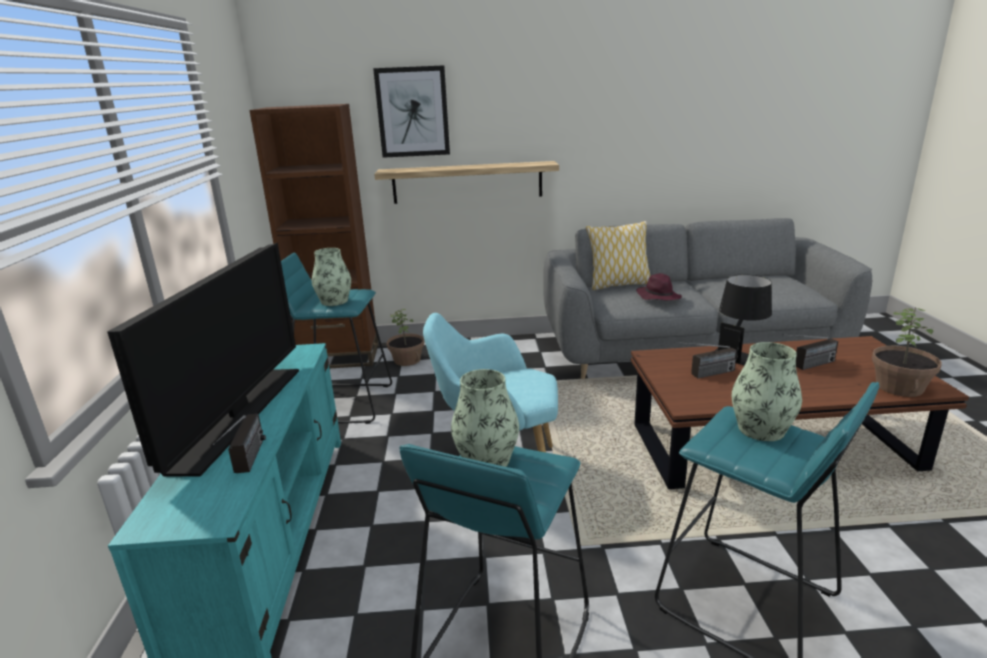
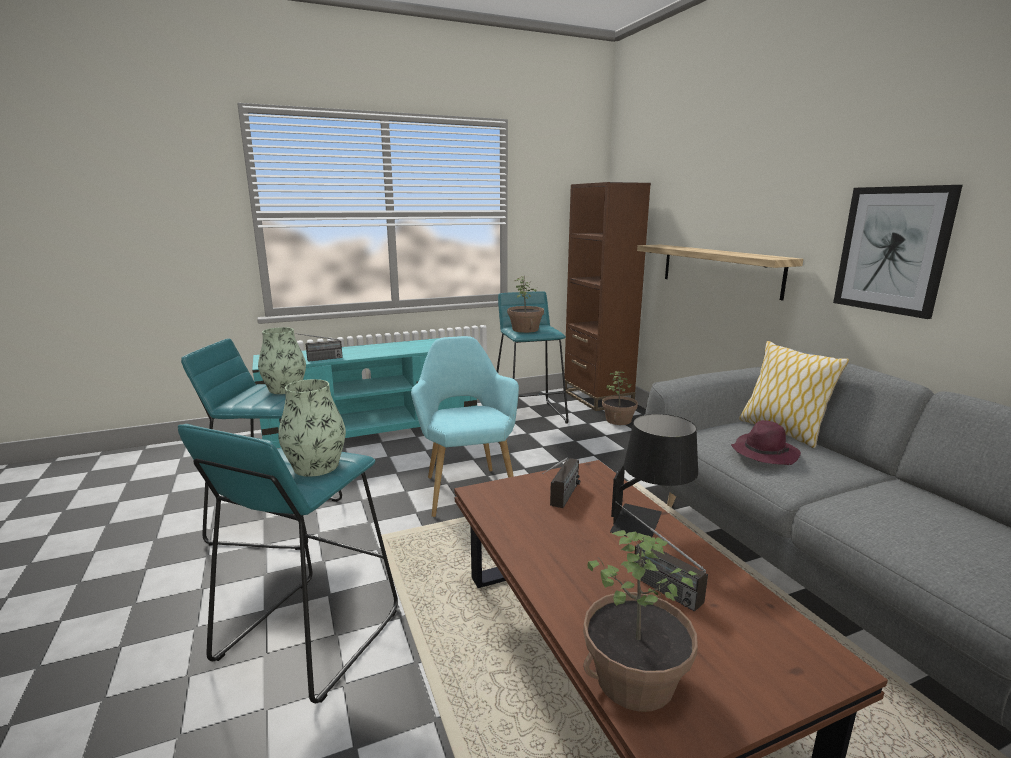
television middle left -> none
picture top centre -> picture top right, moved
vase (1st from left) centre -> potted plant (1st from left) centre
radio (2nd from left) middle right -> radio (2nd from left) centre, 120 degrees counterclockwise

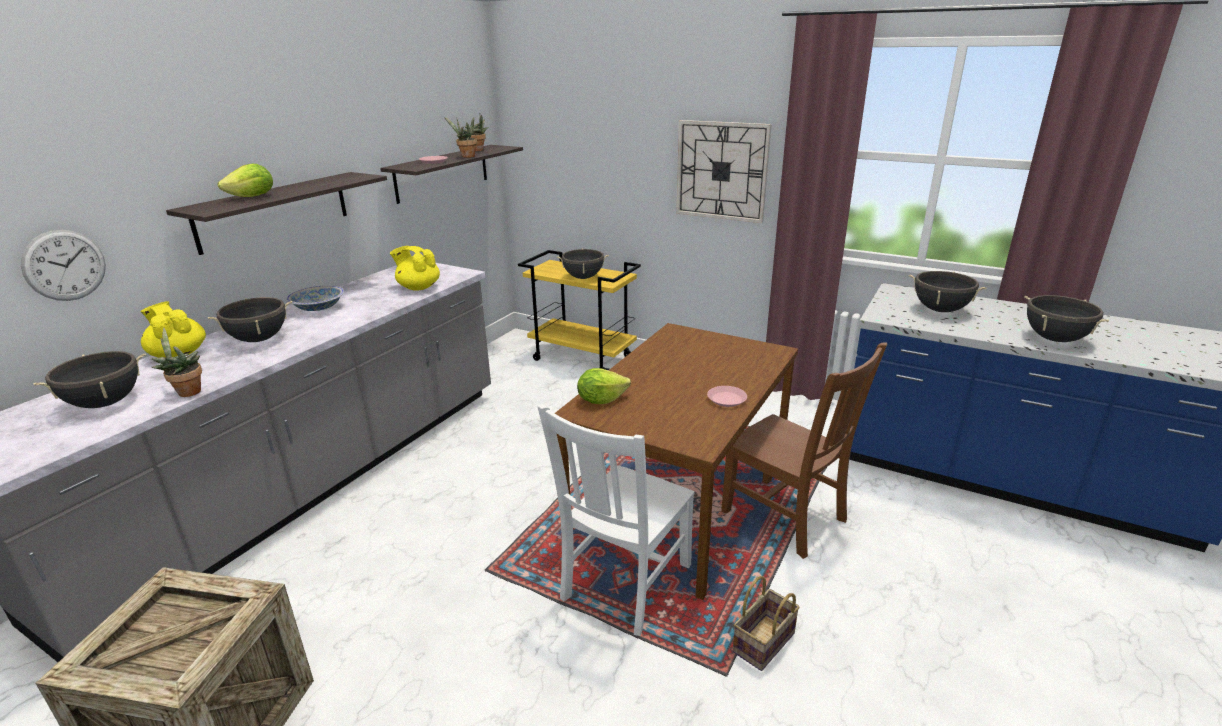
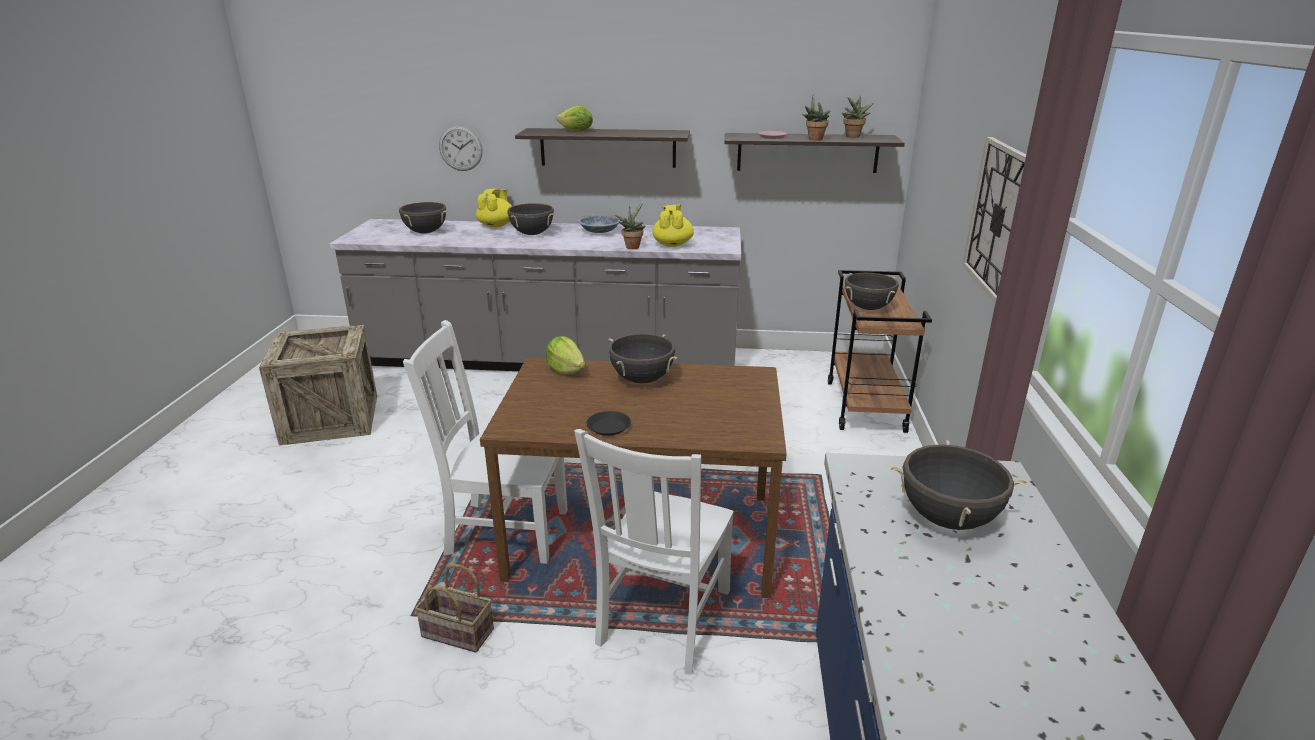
potted plant (1st from left) middle left -> potted plant (1st from left) top centre, moved
cooking pot (black) (5th from left in the first image) middle right -> cooking pot (black) (3rd from left) centre, moved
cart (yellow) centre -> cart (brown) middle right
plate (pink) (2nd from left) centre -> plate (black) centre
chair (brown) centre -> chair (white) (2nd from left) bottom centre

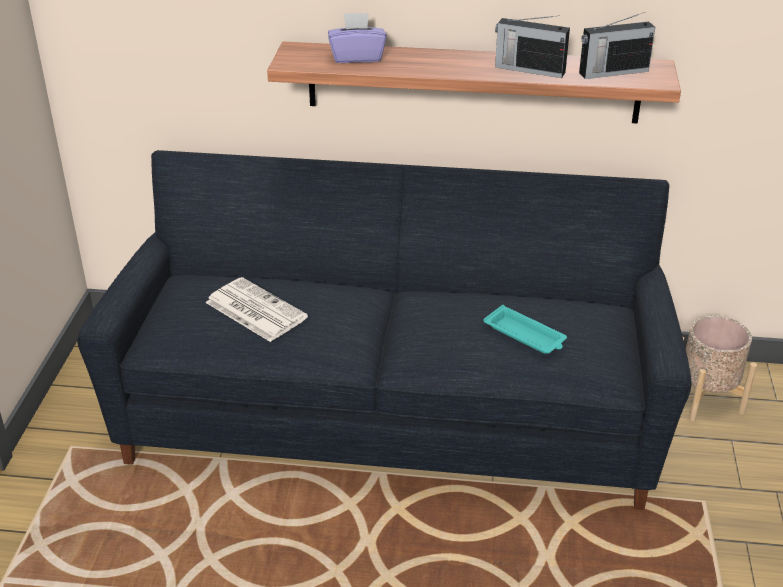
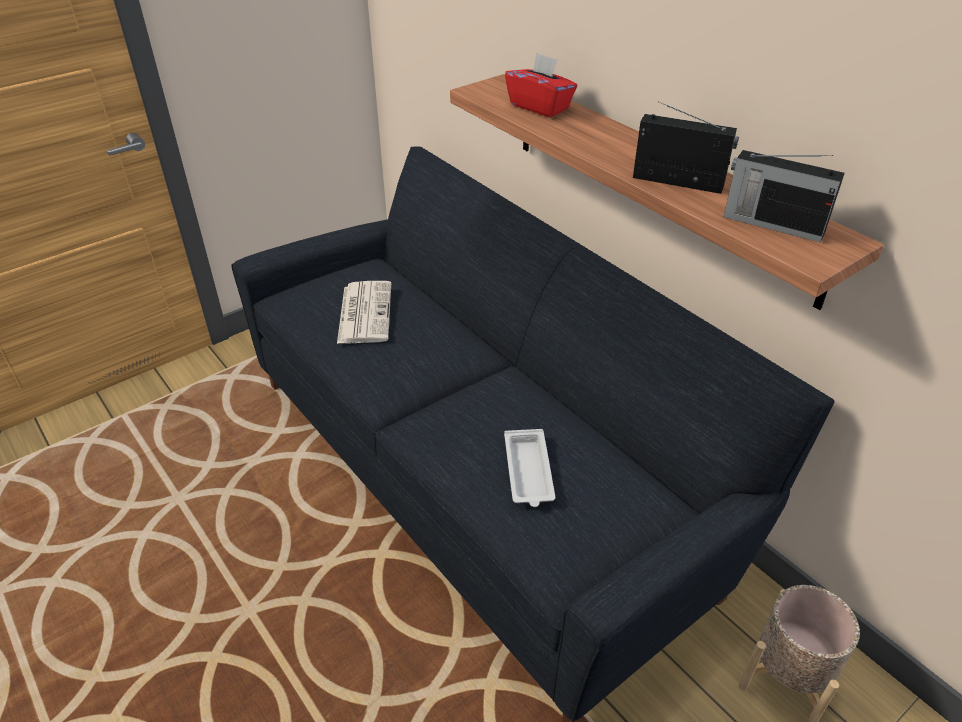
tissue box (purple) top centre -> tissue box (red) top centre
tray (turquoise) middle right -> tray (white) centre
radio (1st from left) top right, 135 degrees clockwise

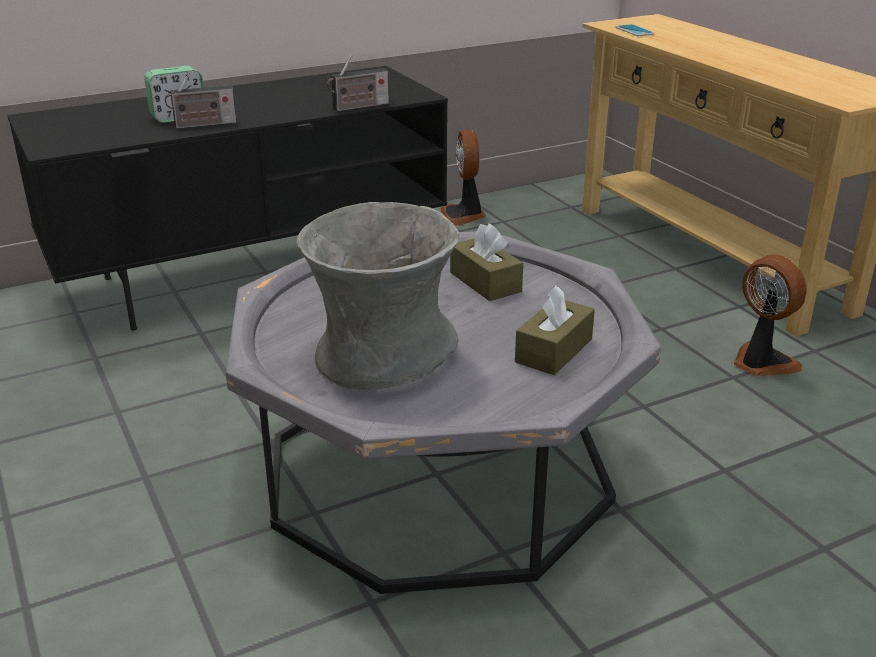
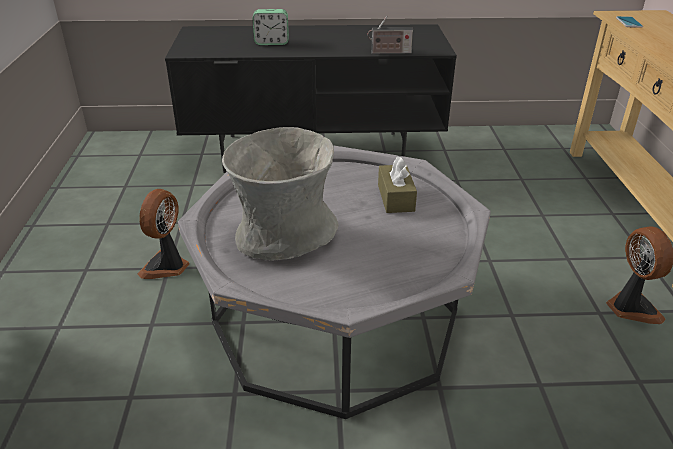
radio (1st from left) top left -> none
tissue box (brown) (2nd from left) centre -> none
fan (1st from left) top centre -> fan (1st from left) middle left, moved

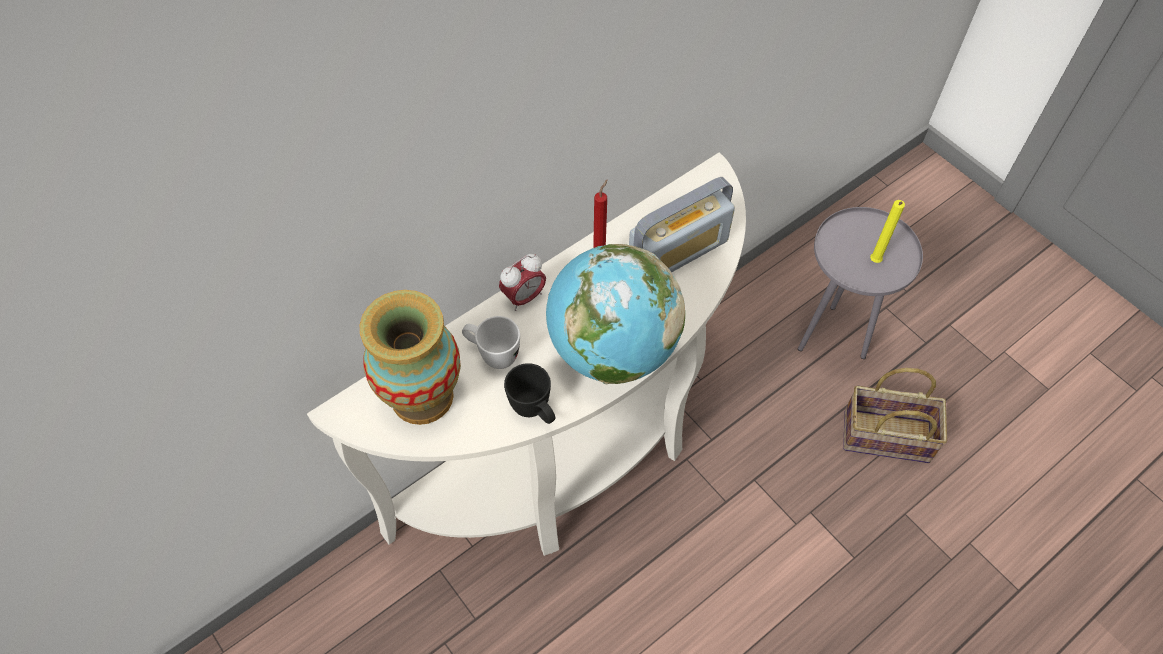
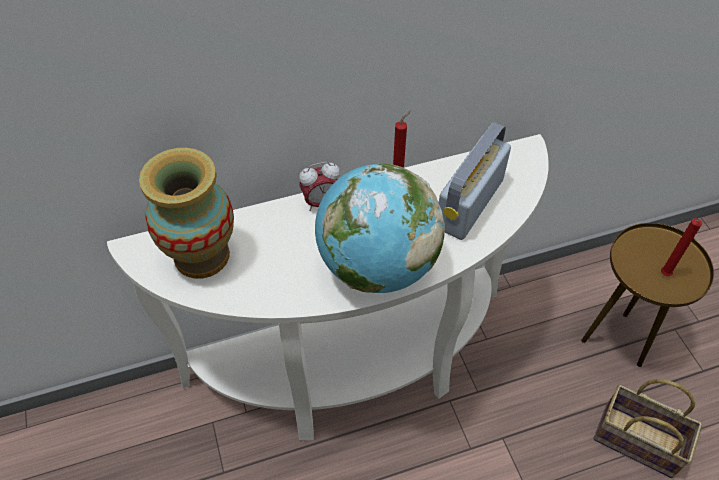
mug (white) centre -> none
mug (black) centre -> none
side table (grey) middle right -> side table (brown) middle right
candle (yellow) middle right -> candle (red) (2nd from left) middle right
radio centre, 135 degrees clockwise

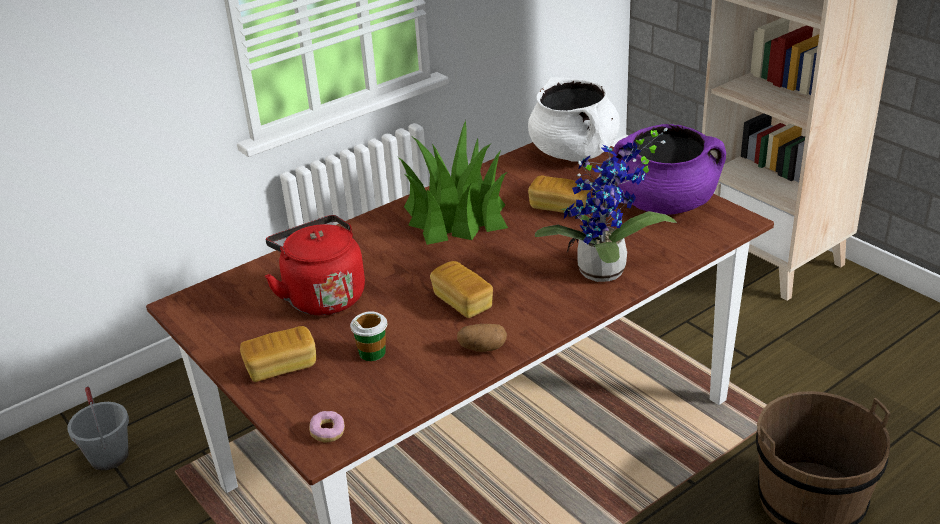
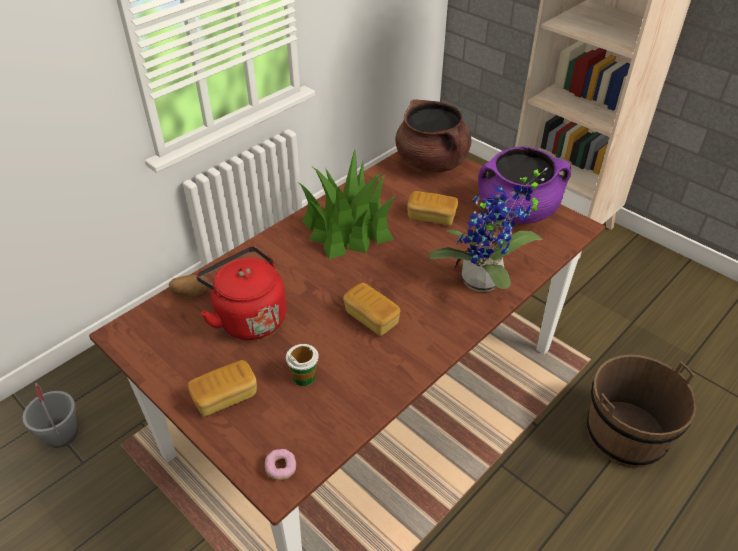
potato centre -> potato middle left, moved
cooking pot (white) top centre -> cooking pot (brown) top centre

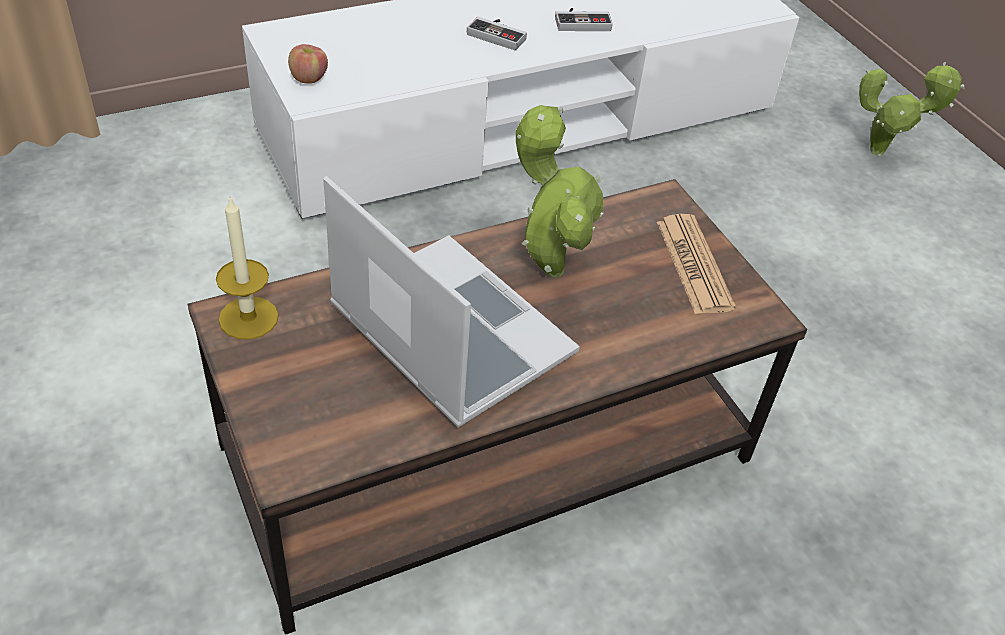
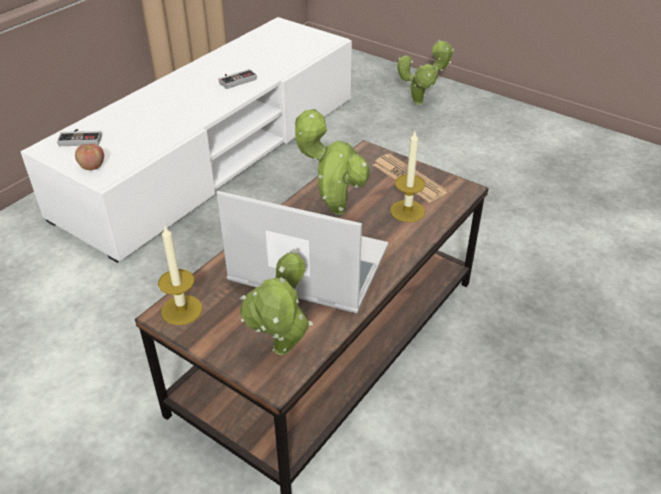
none -> potted plant (1st from left) centre
none -> candle (2nd from left) centre
game controller (1st from left) top centre -> game controller (1st from left) top left, moved

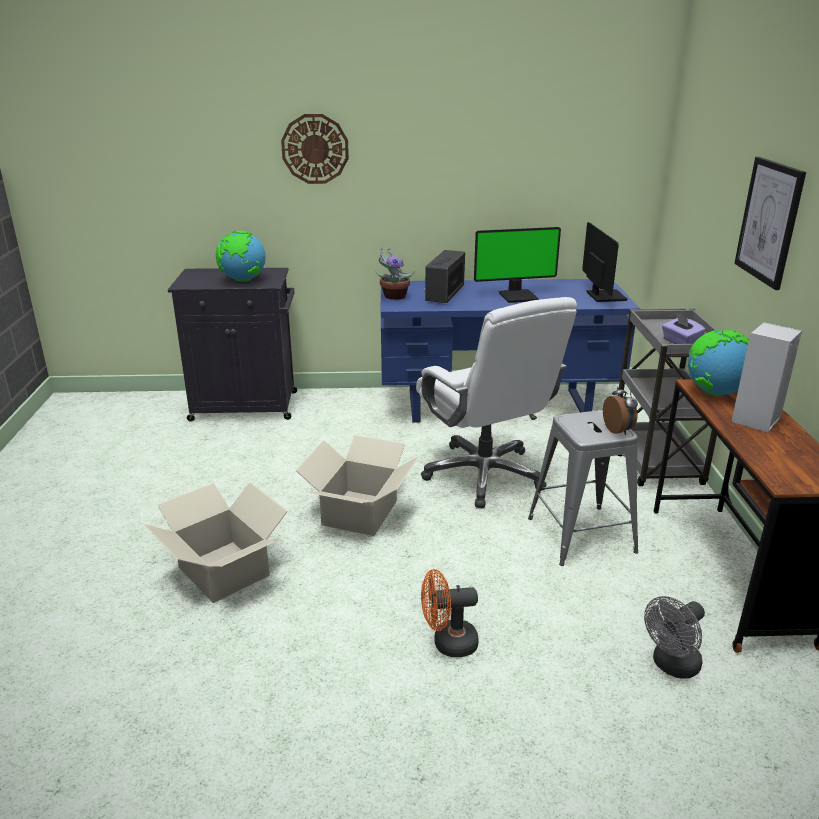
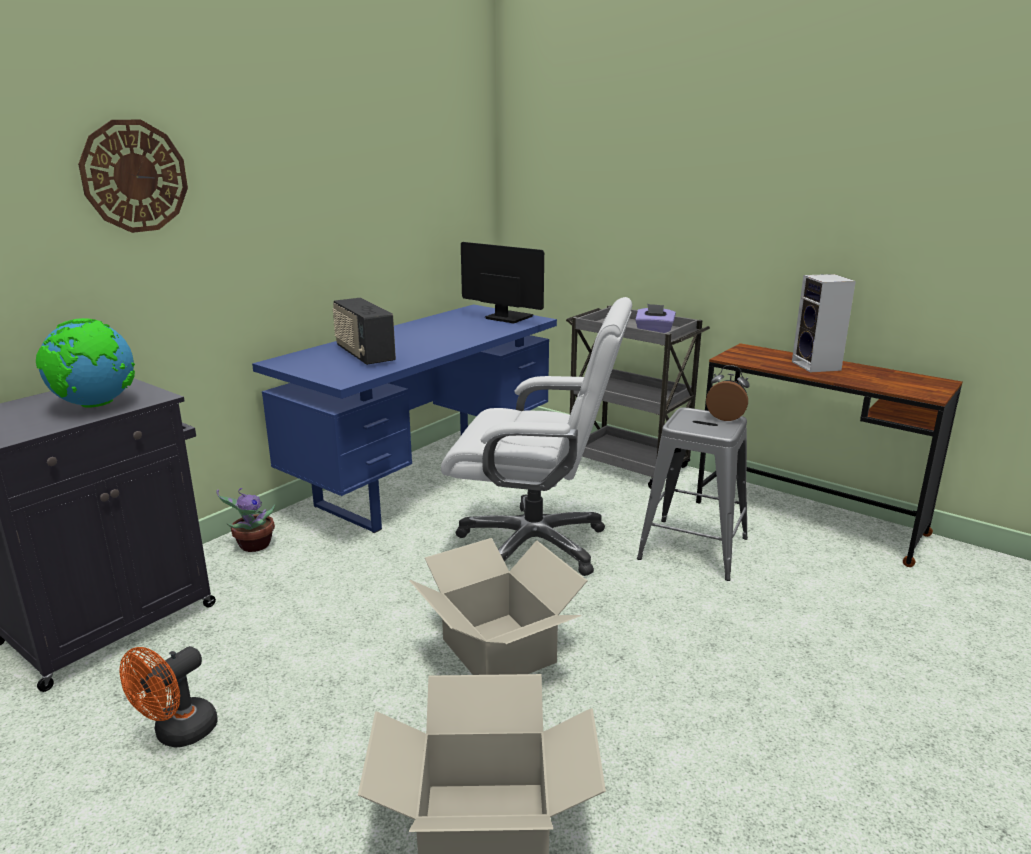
monitor (1st from left) top centre -> none
fan (grey) bottom right -> none
globe (2nd from left) middle right -> none
picture top right -> none
potted plant centre -> potted plant middle left, moved
fan (orange) bottom centre -> fan (orange) bottom left, moved

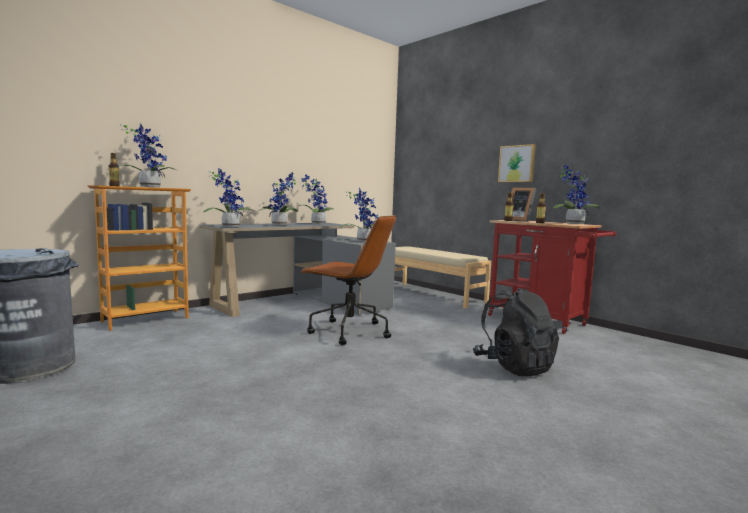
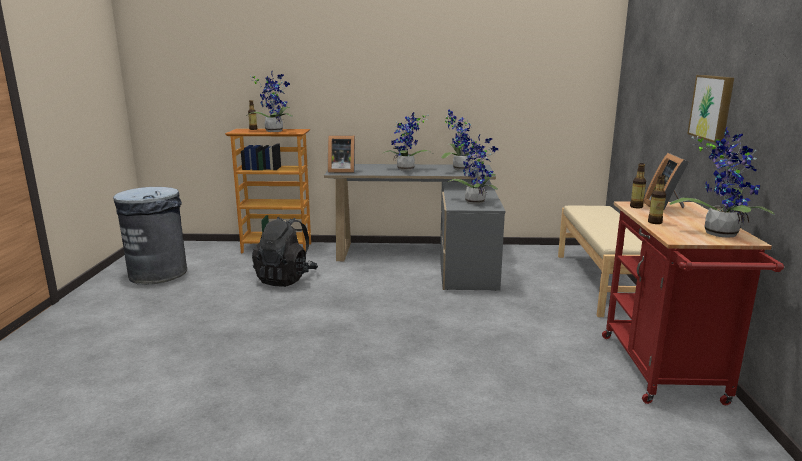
office chair (brown) centre -> none
backpack (black) middle right -> backpack (black) centre, moved
potted plant (2nd from left) middle left -> picture frame (1st from left) centre

